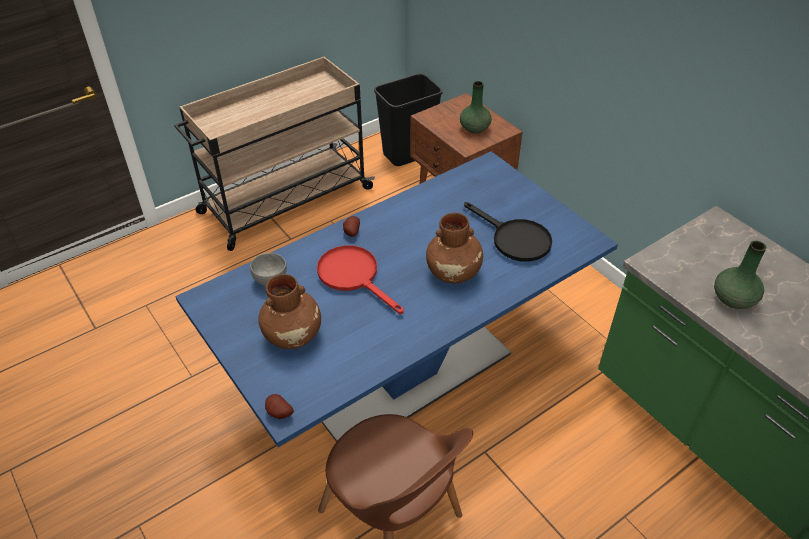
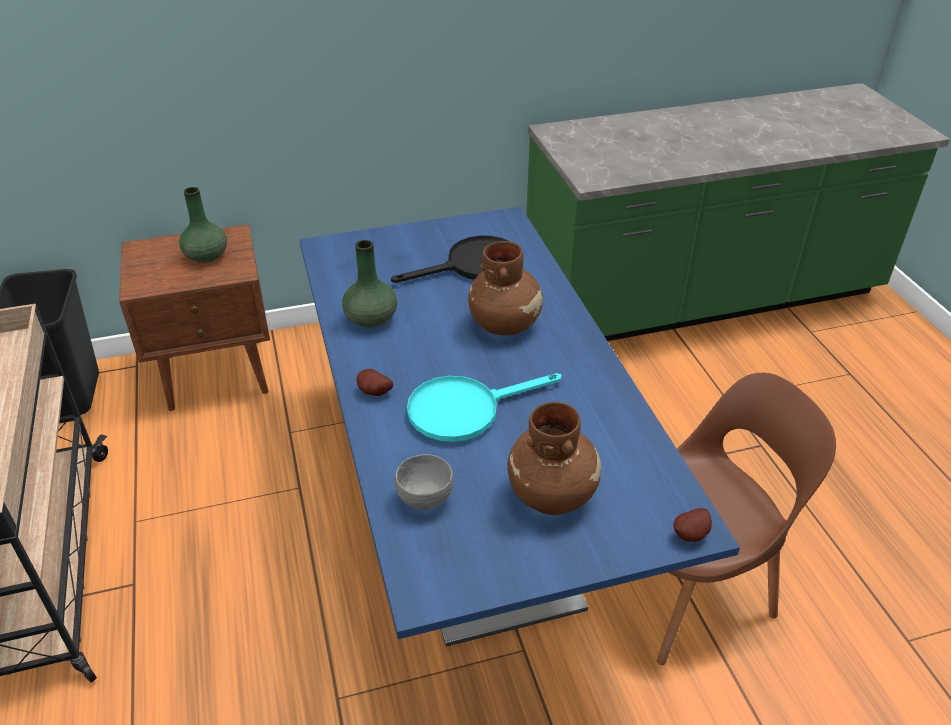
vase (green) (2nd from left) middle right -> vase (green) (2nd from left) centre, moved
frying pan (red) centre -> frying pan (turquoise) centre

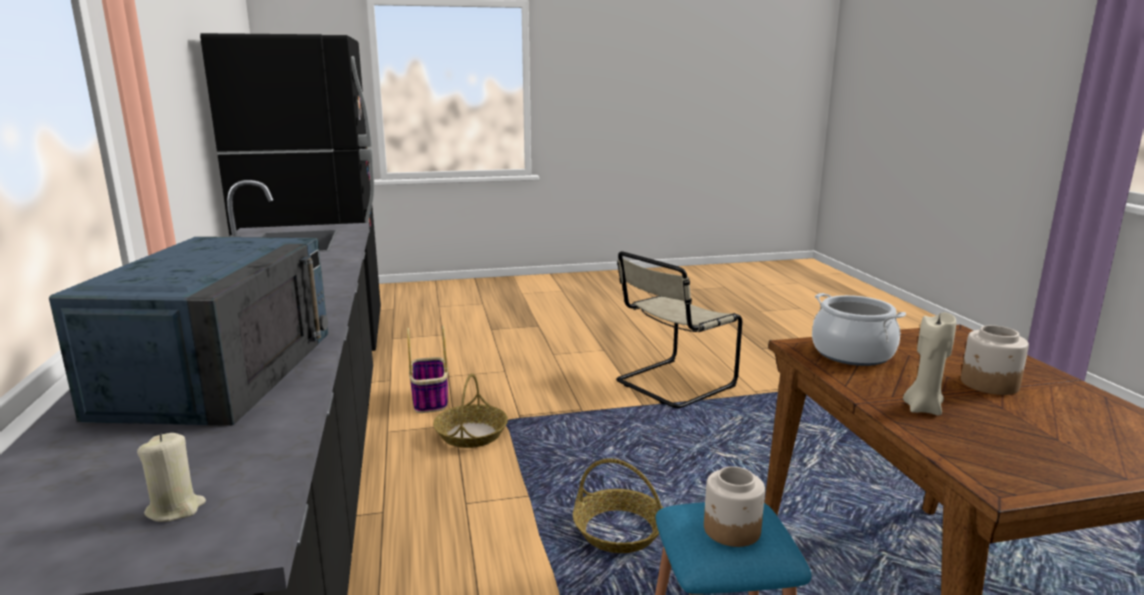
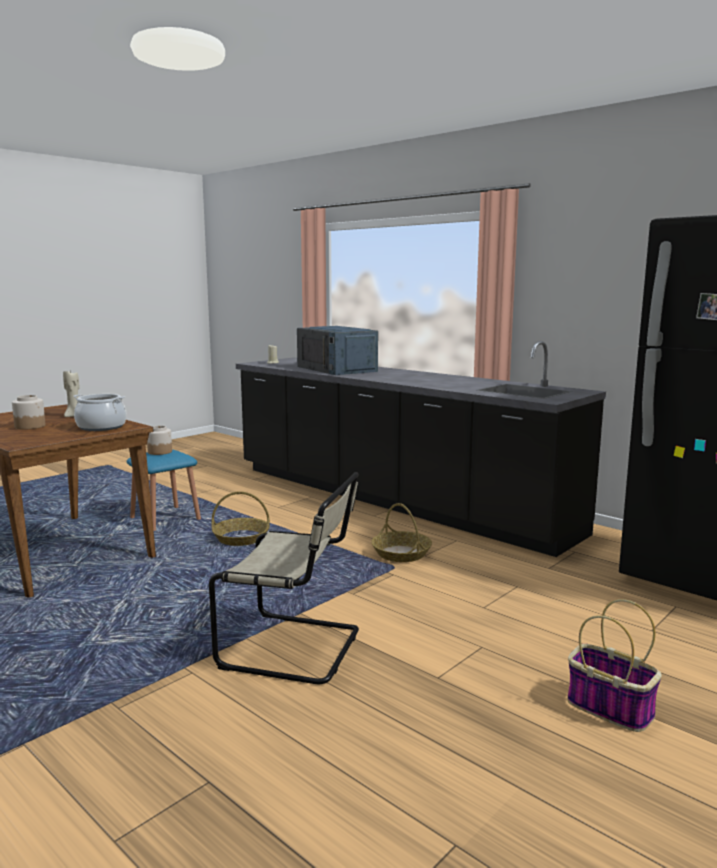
basket (1st from left in the first image) centre -> basket (3rd from left) bottom right, moved
chair (beige) centre, 90 degrees clockwise

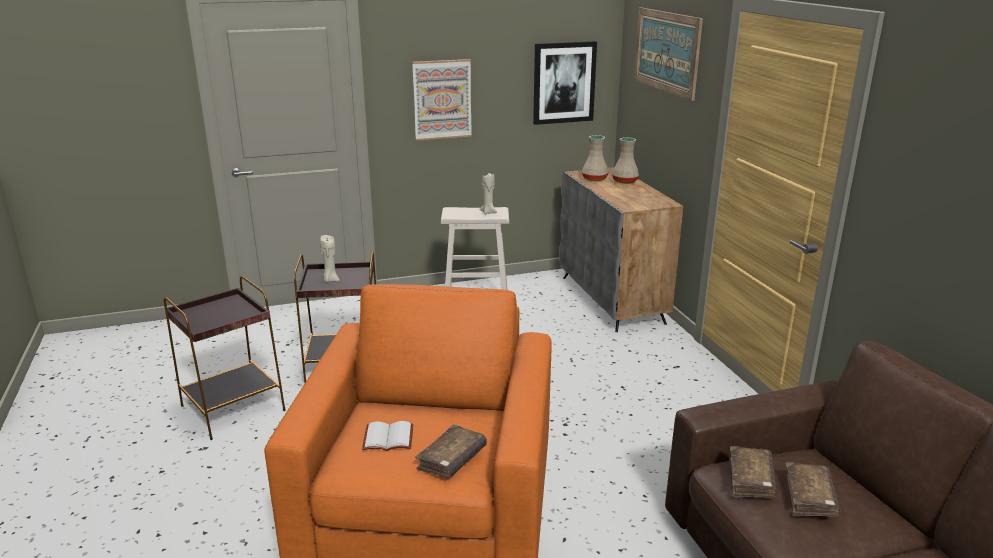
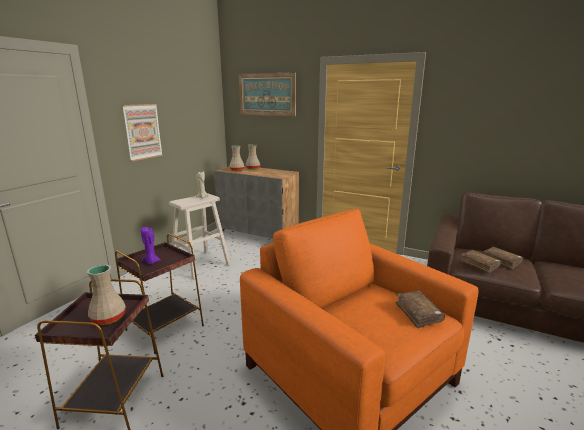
book (white) bottom centre -> none
picture (2nd from left) top centre -> none
none -> vase (beige) (1st from left) bottom left
candle (beige) (1st from left) middle left -> candle (purple) middle left

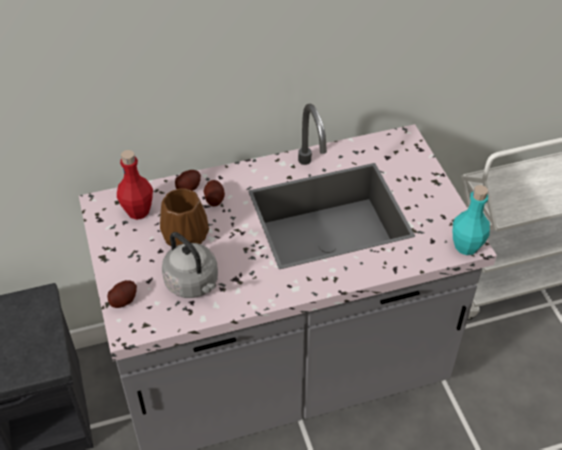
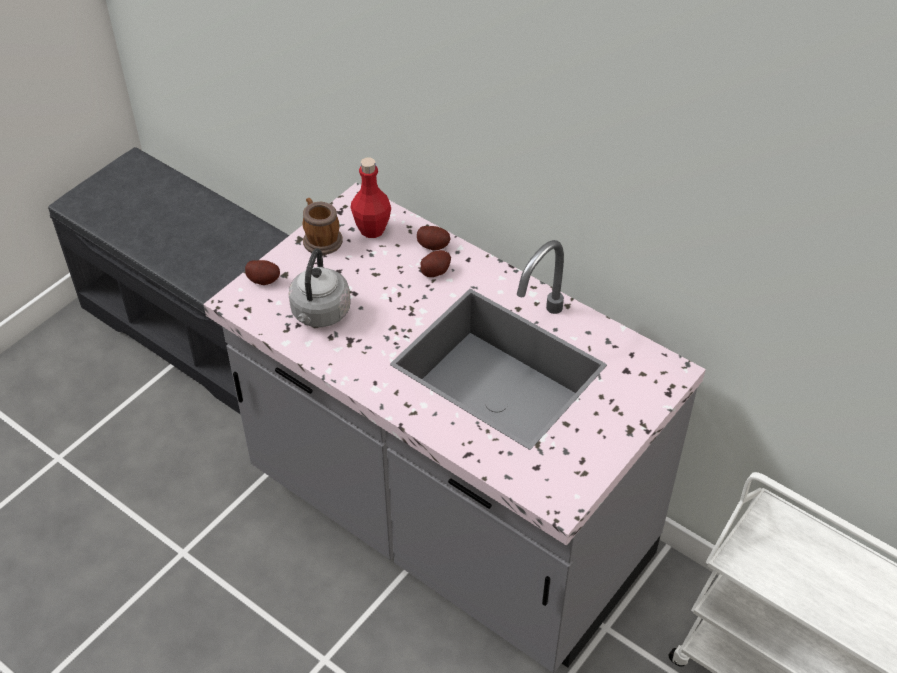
vase (brown) middle left -> none
bottle (turquoise) middle right -> none
none -> mug centre

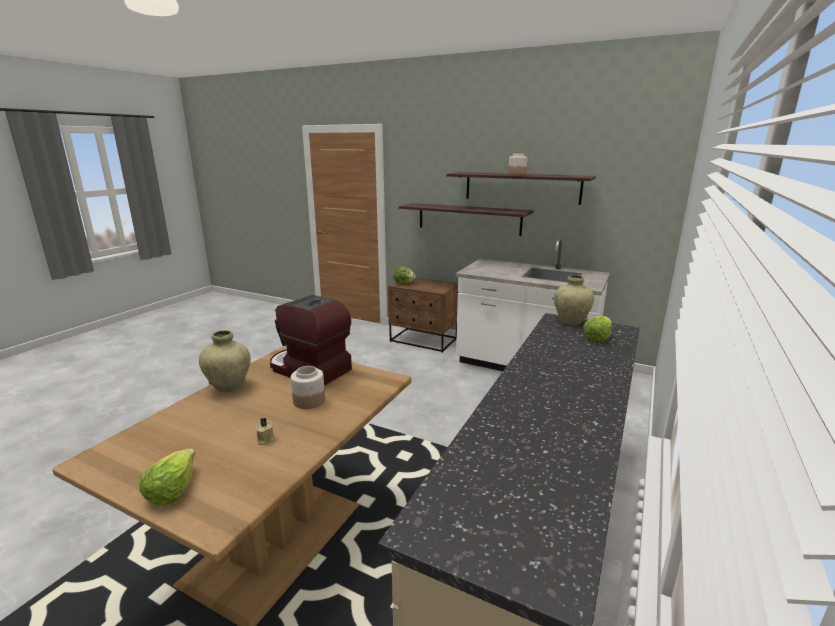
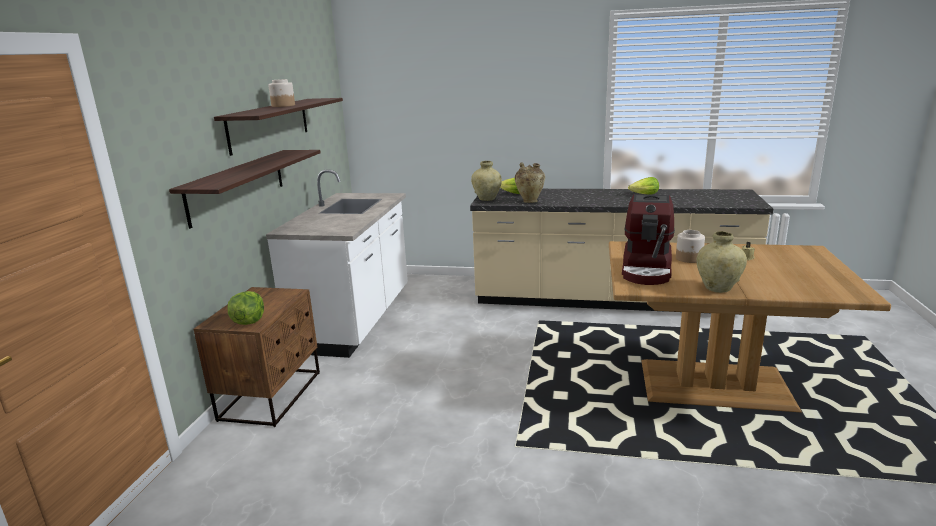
none -> vase (beige) (2nd from left) centre
lettuce (1st from left in the first image) bottom left -> lettuce (3rd from left) middle right, moved

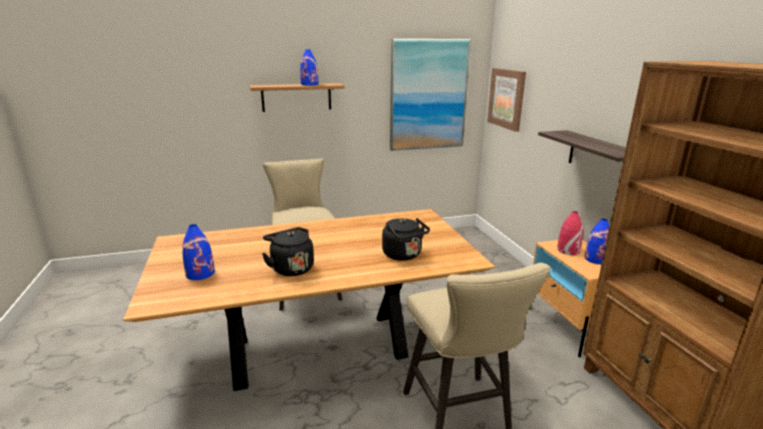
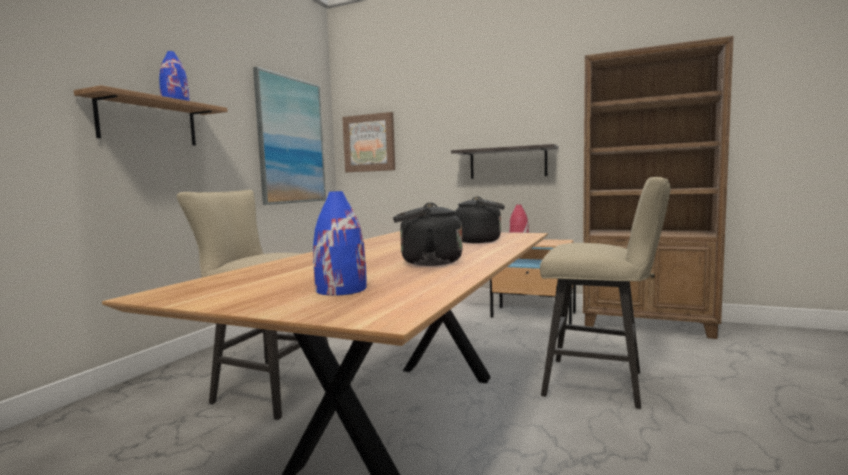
vase (blue) (3rd from left) middle right -> none

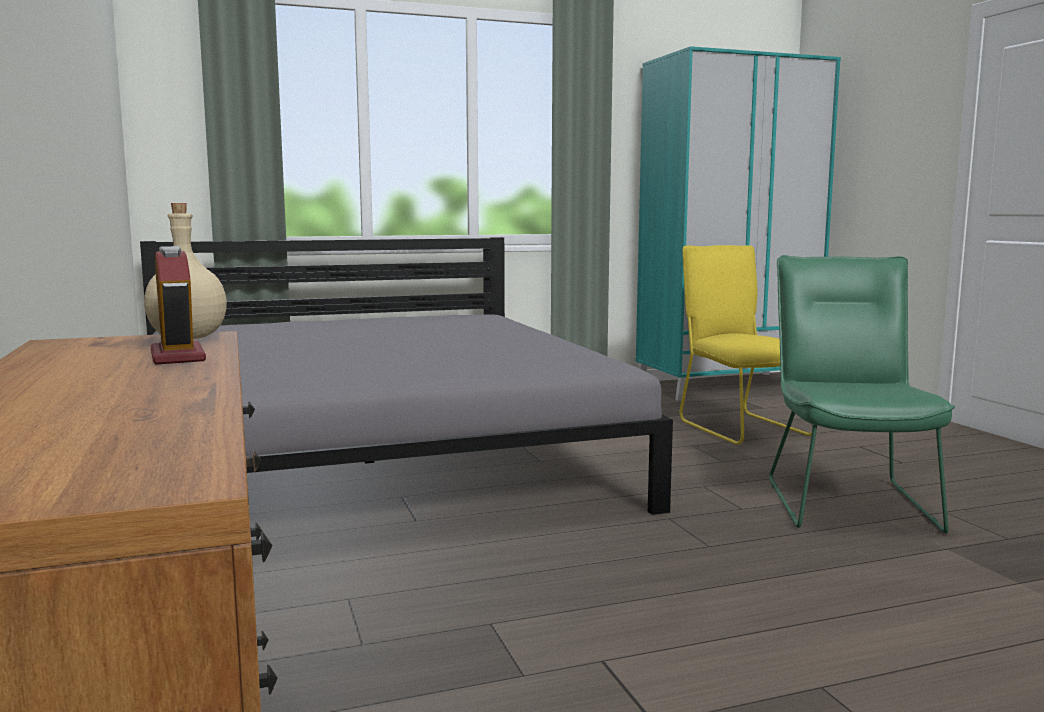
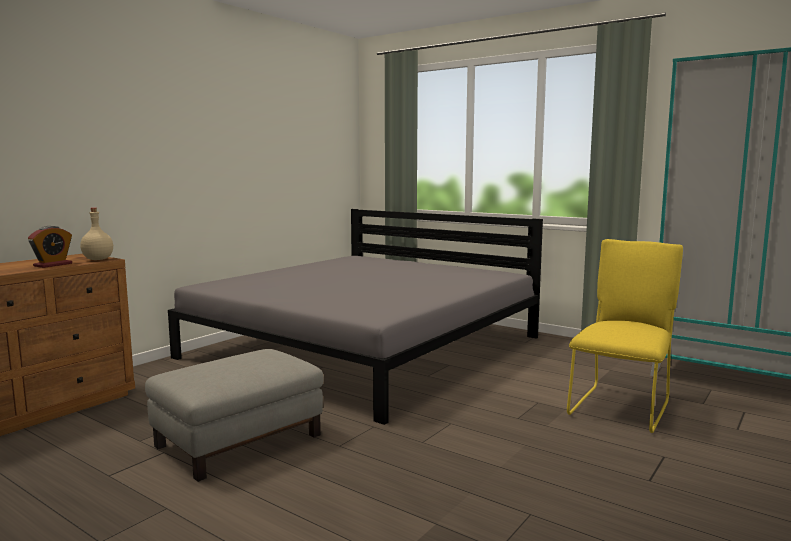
chair (green) middle right -> none
none -> ottoman (grey) bottom left

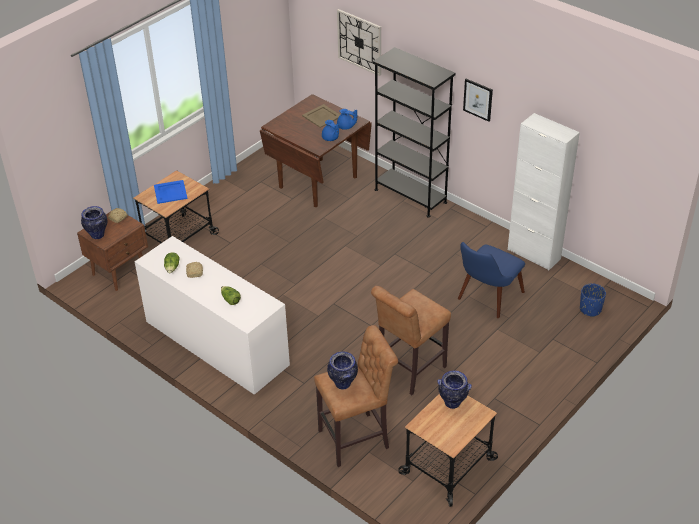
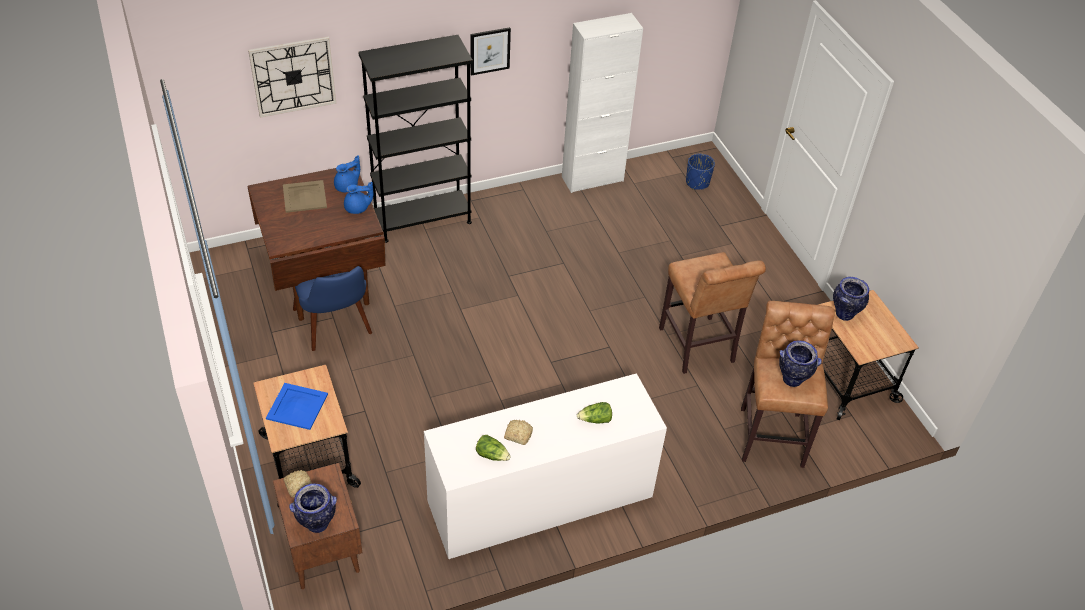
chair (blue) middle right -> chair (blue) middle left, moved

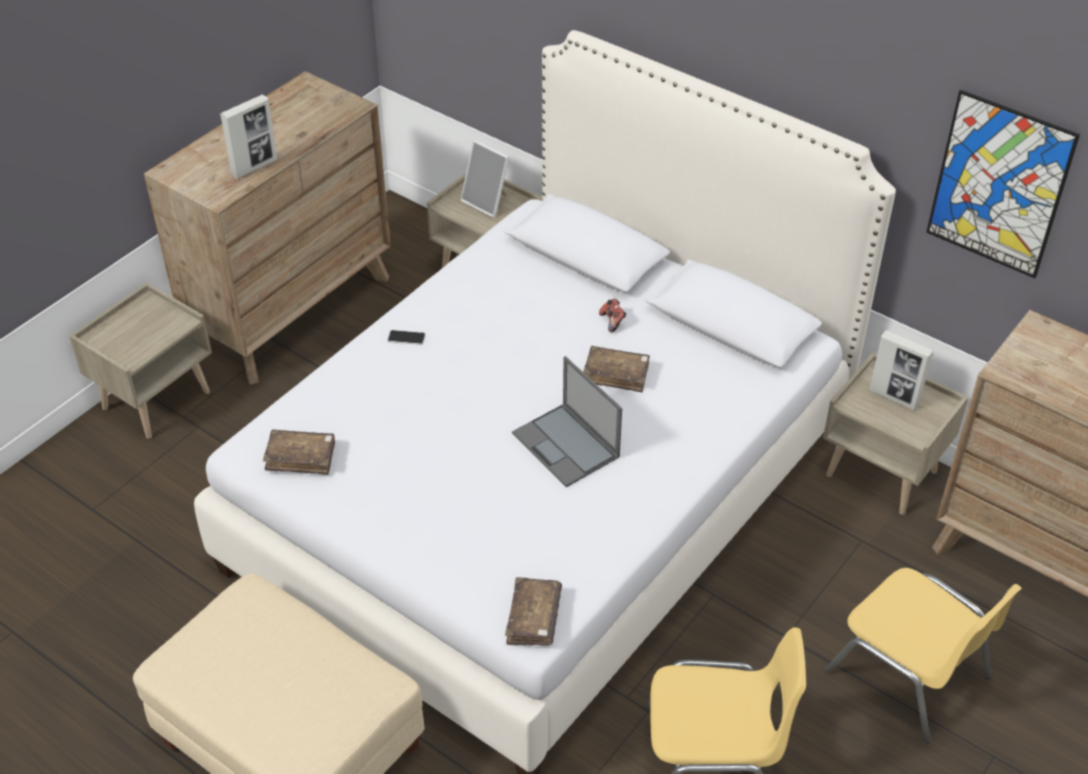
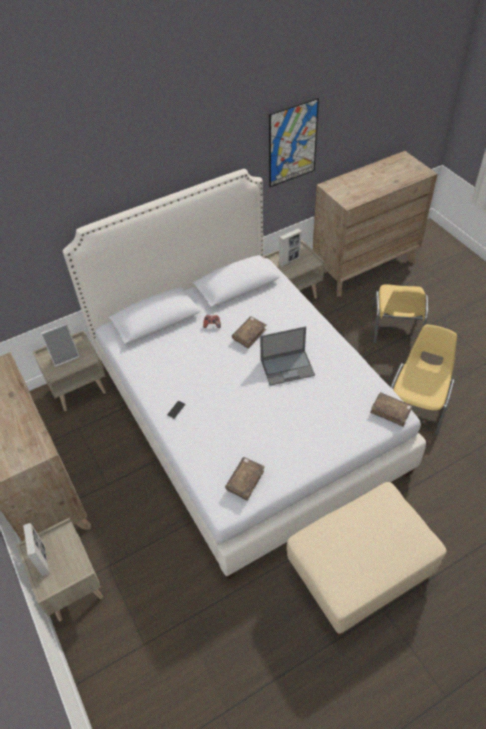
picture frame (1st from left) top left -> picture frame (1st from left) bottom left, moved
chair (yellow) (2nd from left in the first image) bottom right -> chair (yellow) (1st from left) middle right, 120 degrees clockwise

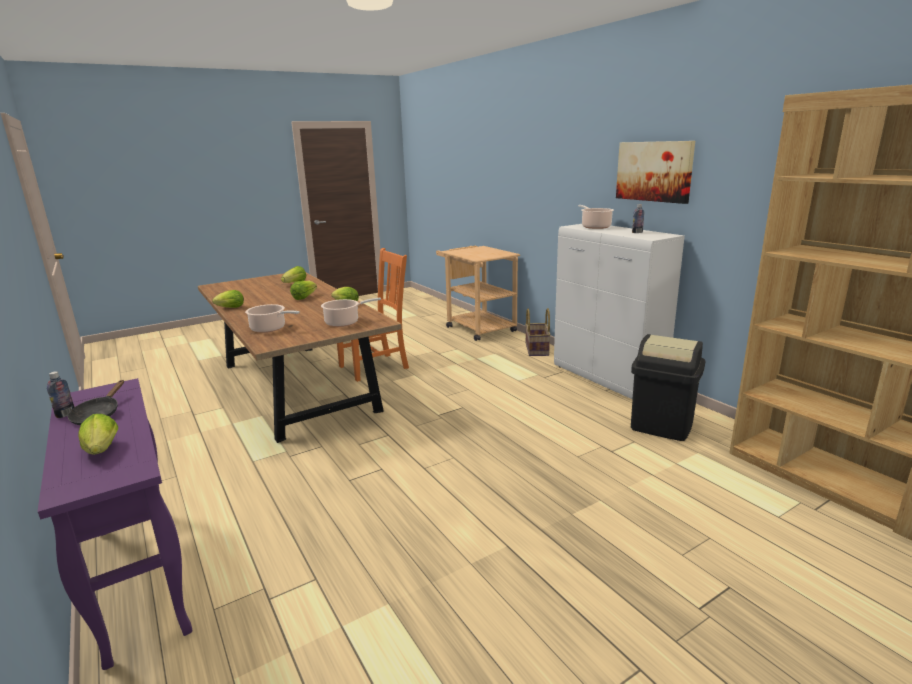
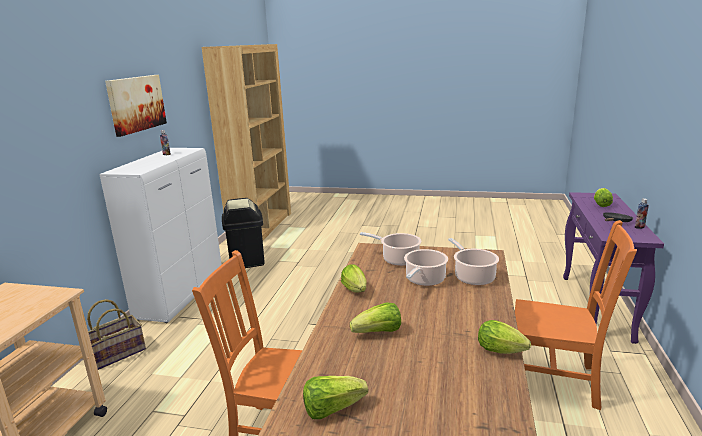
none -> chair (orange) (2nd from left) bottom right
cooking pot (3rd from left in the first image) top centre -> cooking pot (2nd from left) centre, moved

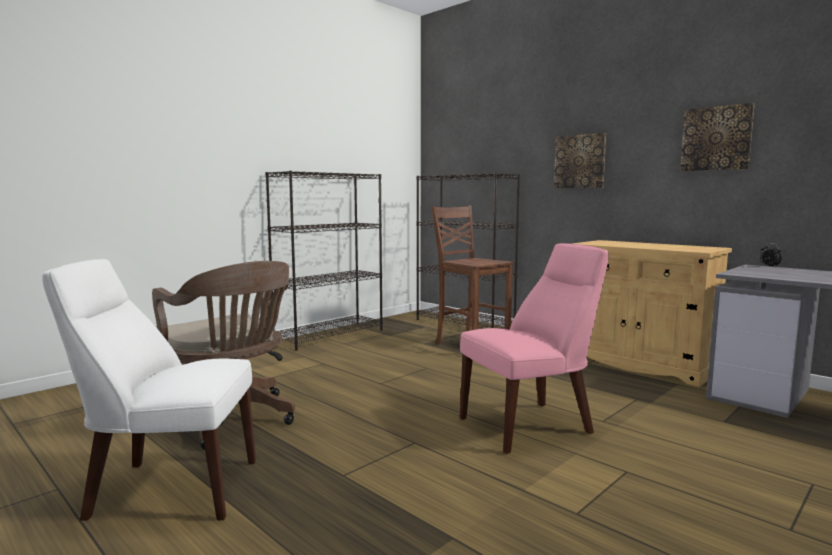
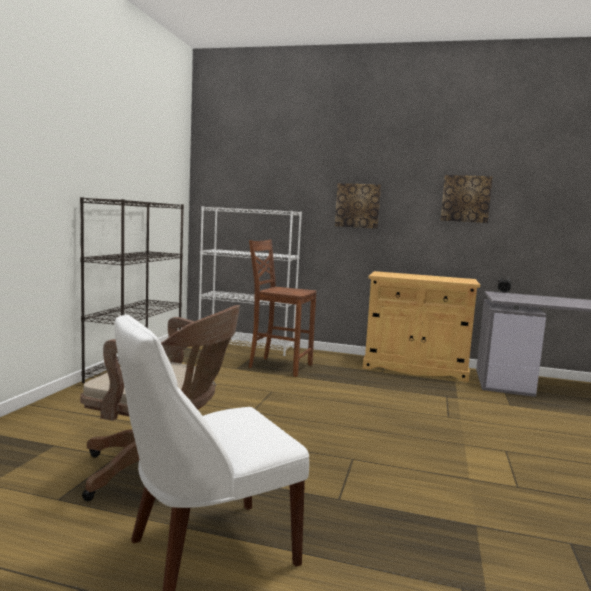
chair (pink) centre -> none
bookcase (black) (2nd from left) centre -> bookcase (white) centre

